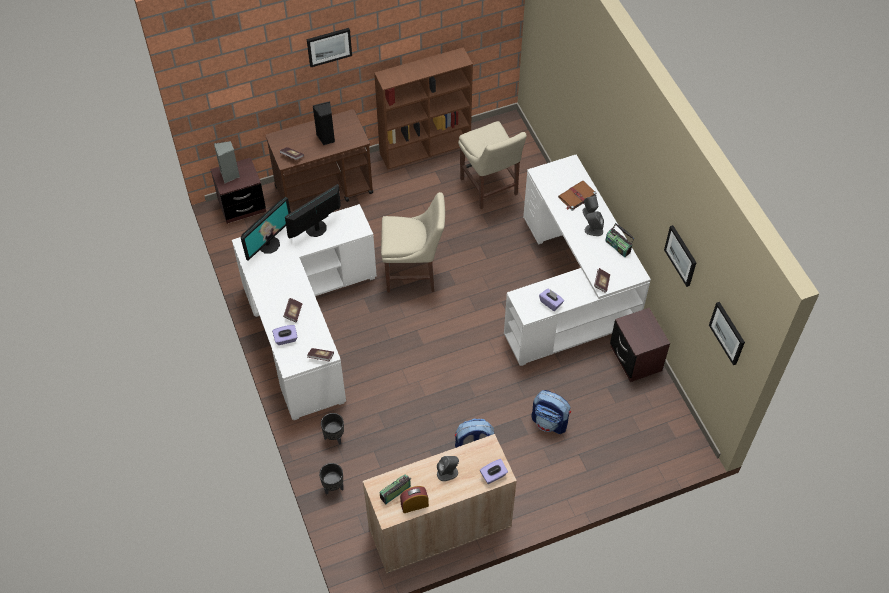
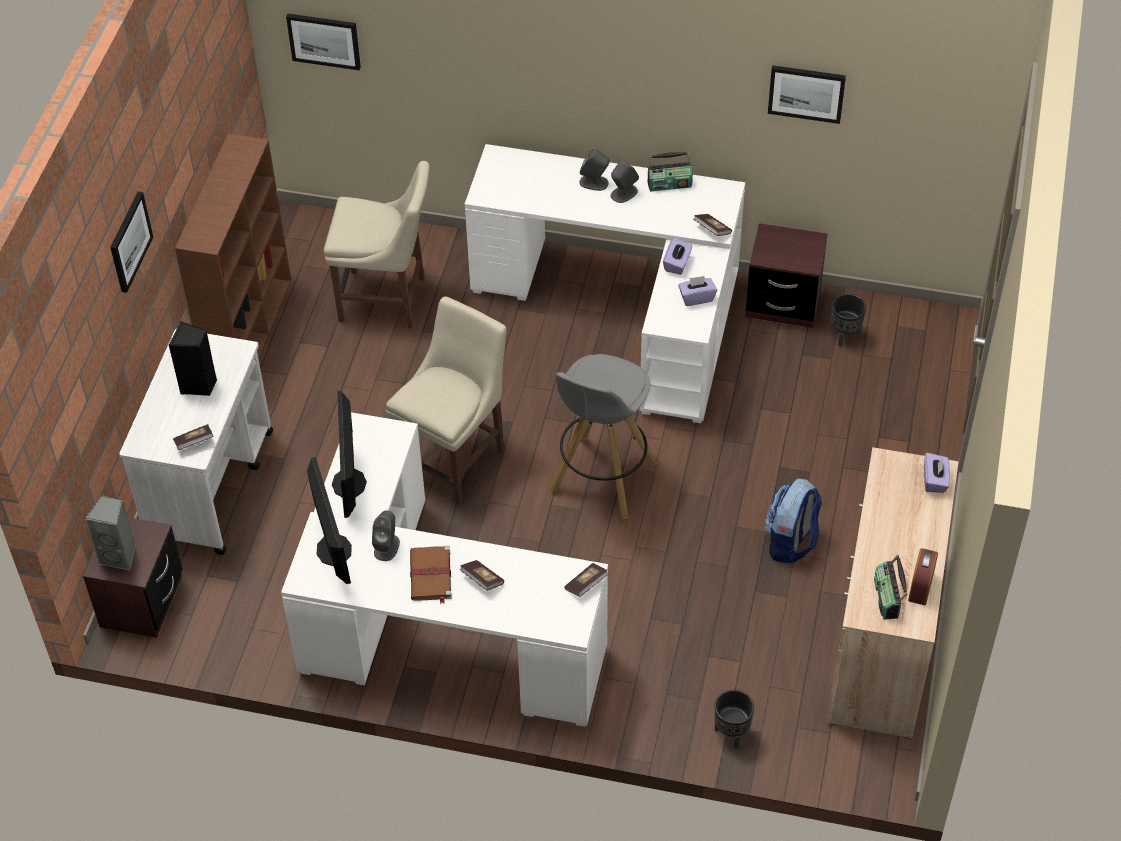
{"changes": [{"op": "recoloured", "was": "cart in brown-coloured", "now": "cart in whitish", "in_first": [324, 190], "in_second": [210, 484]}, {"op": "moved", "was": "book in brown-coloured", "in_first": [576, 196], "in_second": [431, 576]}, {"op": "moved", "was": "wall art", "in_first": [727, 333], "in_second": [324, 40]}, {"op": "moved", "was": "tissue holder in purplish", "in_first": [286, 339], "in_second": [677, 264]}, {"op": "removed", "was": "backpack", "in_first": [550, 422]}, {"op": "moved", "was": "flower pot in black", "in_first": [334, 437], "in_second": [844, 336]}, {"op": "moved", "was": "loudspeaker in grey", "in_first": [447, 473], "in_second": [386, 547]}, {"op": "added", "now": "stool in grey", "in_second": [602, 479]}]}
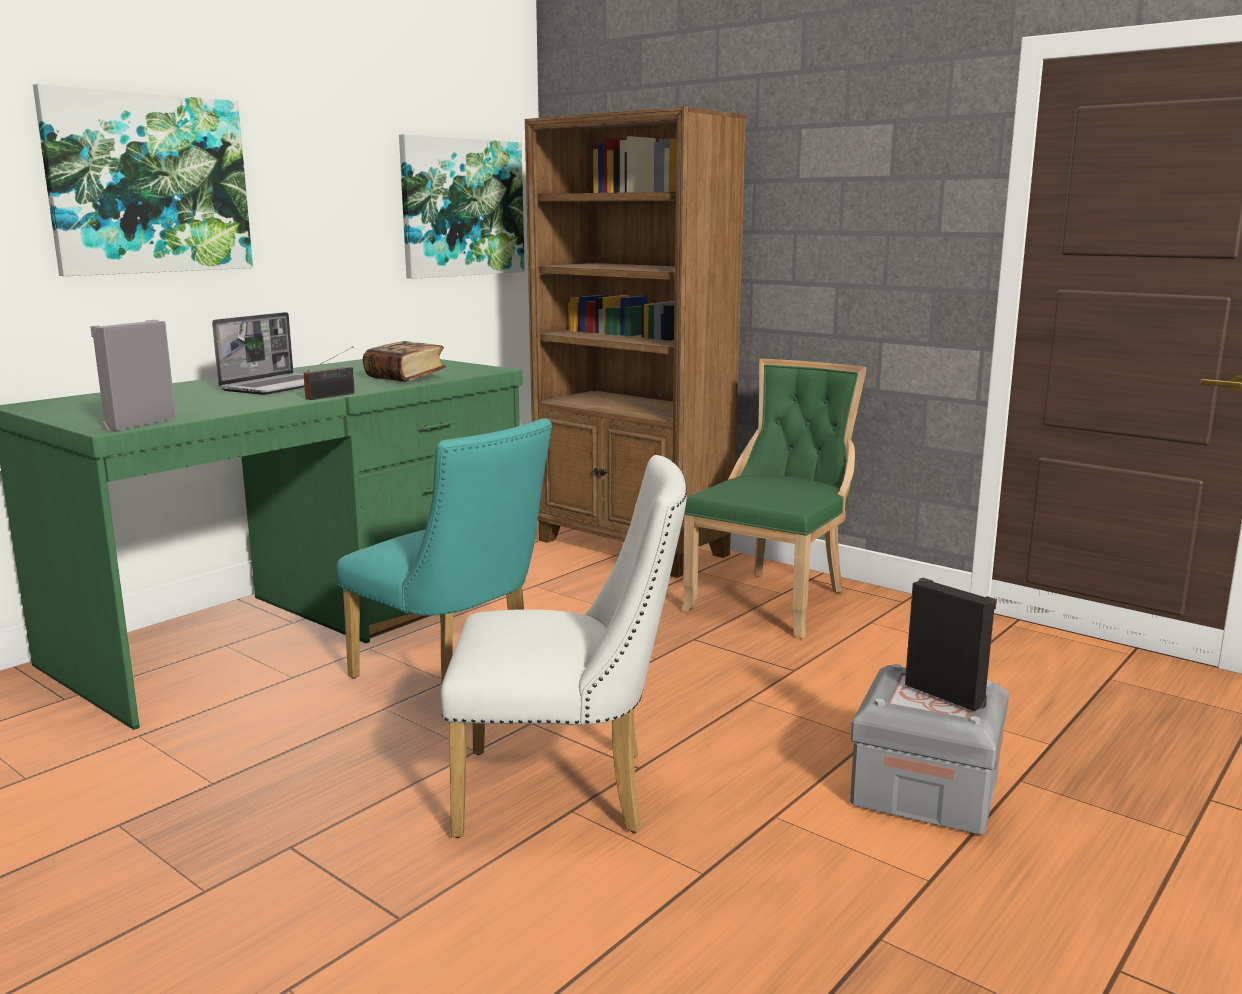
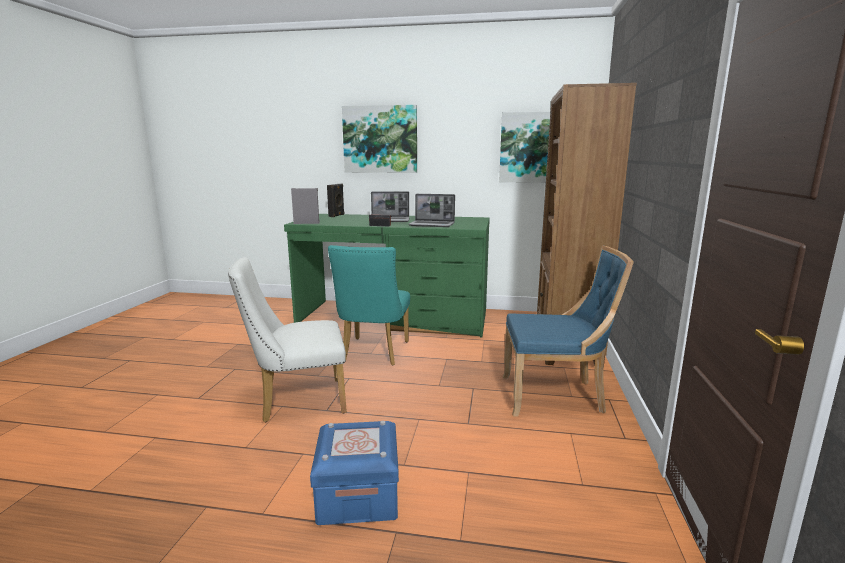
{"changes": [{"op": "replaced", "was": "book", "now": "portable computer", "in_first": [405, 378], "in_second": [432, 225]}, {"op": "recoloured", "was": "plain chair in green-coloured", "now": "plain chair in bluish", "in_first": [773, 600], "in_second": [556, 396]}, {"op": "turned", "was": "plain chair in whitish", "in_first": [569, 792], "in_second": [296, 401], "clockwise": 105}, {"op": "moved", "was": "loudspeaker in black", "in_first": [945, 694], "in_second": [337, 215]}, {"op": "recoloured", "was": "storage box in grey", "now": "storage box in bluish", "in_first": [925, 790], "in_second": [358, 495]}]}
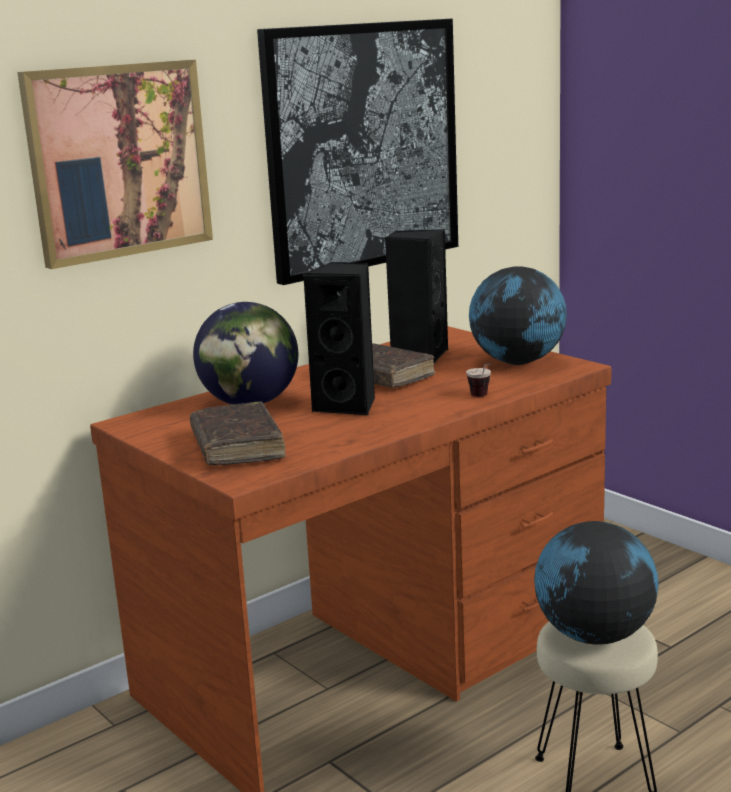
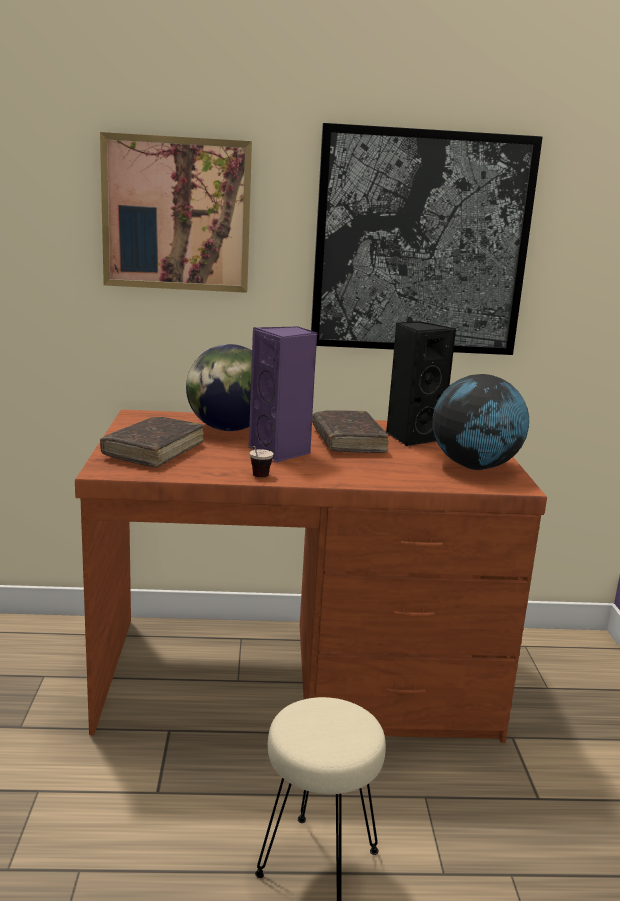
{"changes": [{"op": "recoloured", "was": "loudspeaker in black", "now": "loudspeaker in purplish", "in_first": [348, 405], "in_second": [281, 452]}, {"op": "moved", "was": "drinking cup", "in_first": [482, 397], "in_second": [256, 478]}, {"op": "removed", "was": "world globe", "in_first": [594, 635]}]}
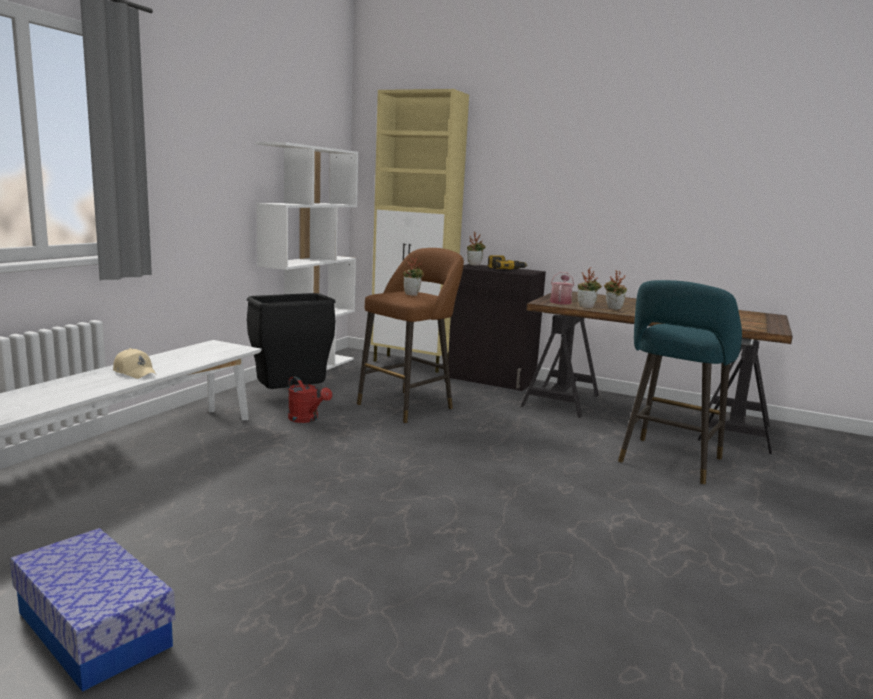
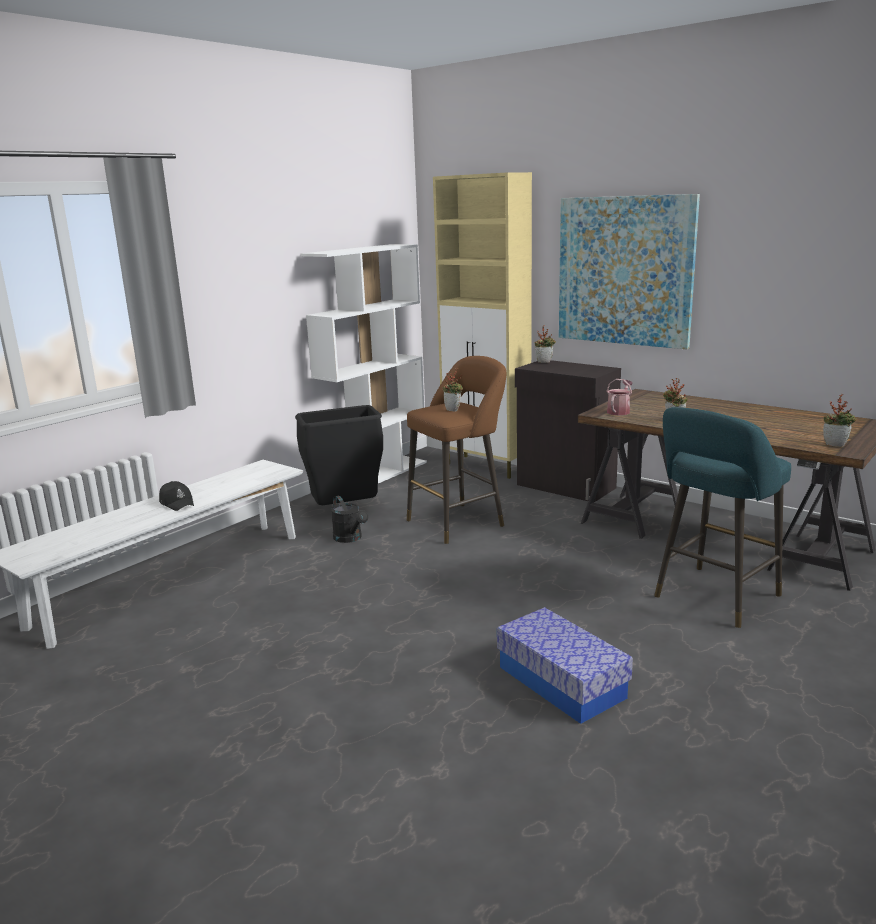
{"changes": [{"op": "removed", "was": "power drill", "in_first": [504, 269]}, {"op": "moved", "was": "houseplant", "in_first": [587, 307], "in_second": [836, 444]}, {"op": "recoloured", "was": "peaked cap in sand-coloured", "now": "peaked cap in black", "in_first": [135, 372], "in_second": [177, 503]}, {"op": "recoloured", "was": "watering can in red-coloured", "now": "watering can in black", "in_first": [307, 419], "in_second": [350, 538]}, {"op": "moved", "was": "storage box", "in_first": [94, 629], "in_second": [561, 682]}, {"op": "added", "now": "wall art", "in_second": [624, 271]}]}
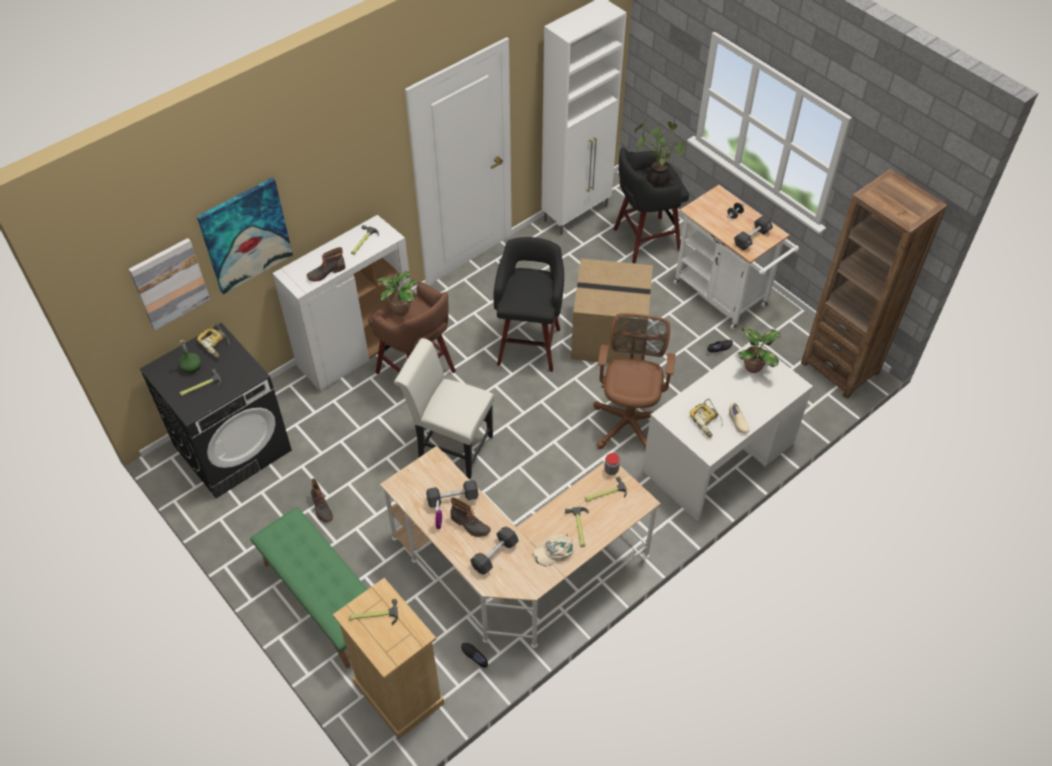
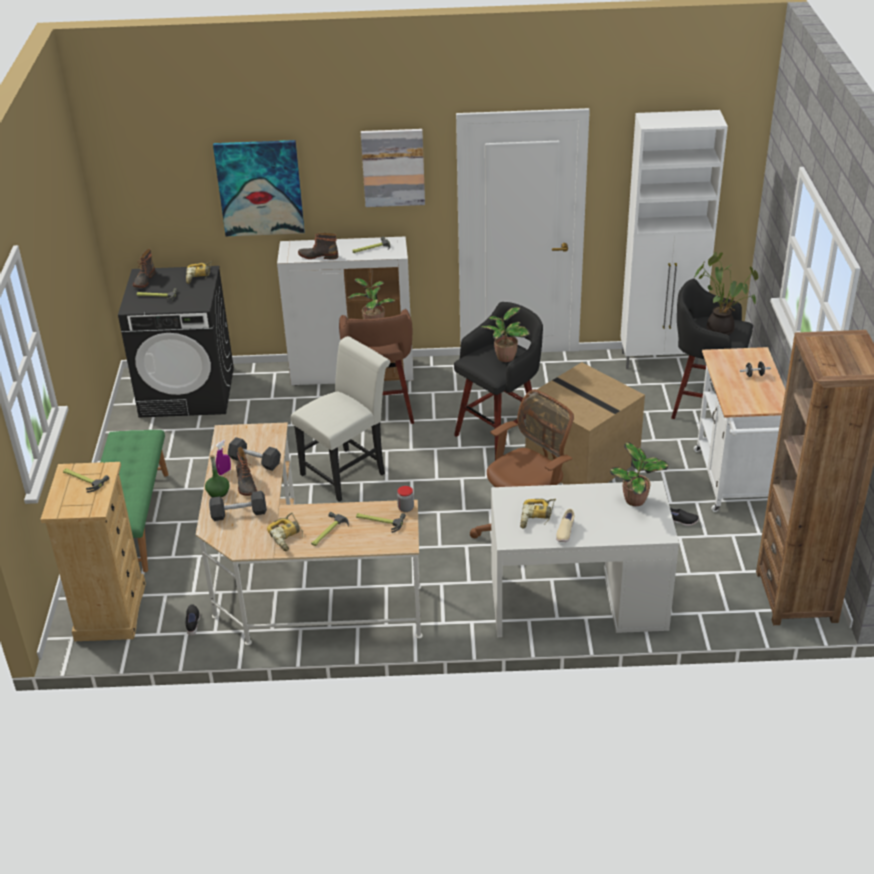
{"changes": [{"op": "removed", "was": "free weight in black", "in_first": [752, 238]}, {"op": "moved", "was": "wall art", "in_first": [169, 283], "in_second": [393, 167]}, {"op": "turned", "was": "plain chair in whitish", "in_first": [450, 446], "in_second": [347, 471], "clockwise": 75}, {"op": "moved", "was": "beverage bottle in green-coloured", "in_first": [191, 367], "in_second": [218, 492]}, {"op": "moved", "was": "boot", "in_first": [321, 508], "in_second": [144, 280]}, {"op": "replaced", "was": "peaked cap in sand-coloured", "now": "power drill", "in_first": [554, 551], "in_second": [288, 536]}, {"op": "added", "now": "houseplant", "in_second": [504, 358]}]}
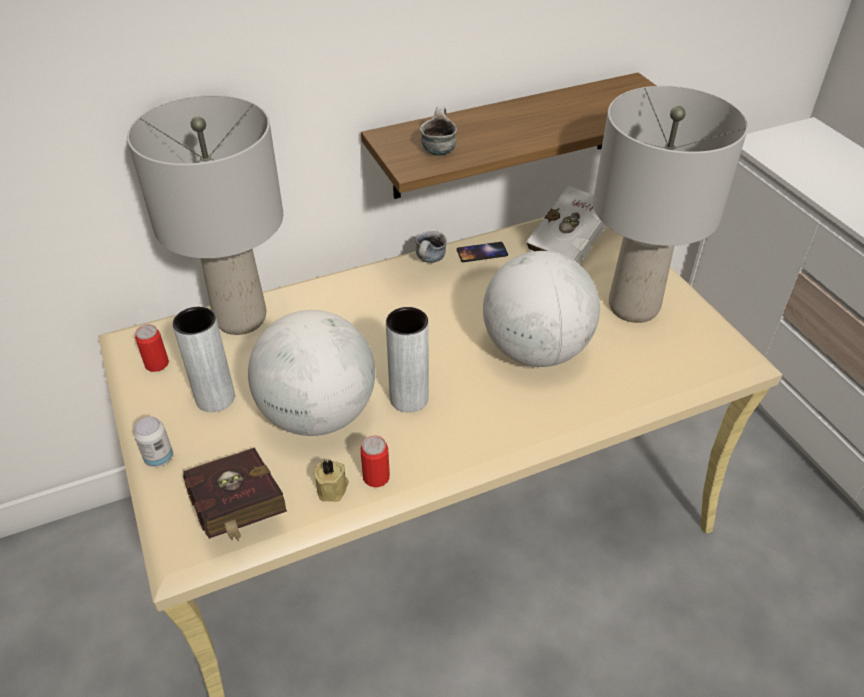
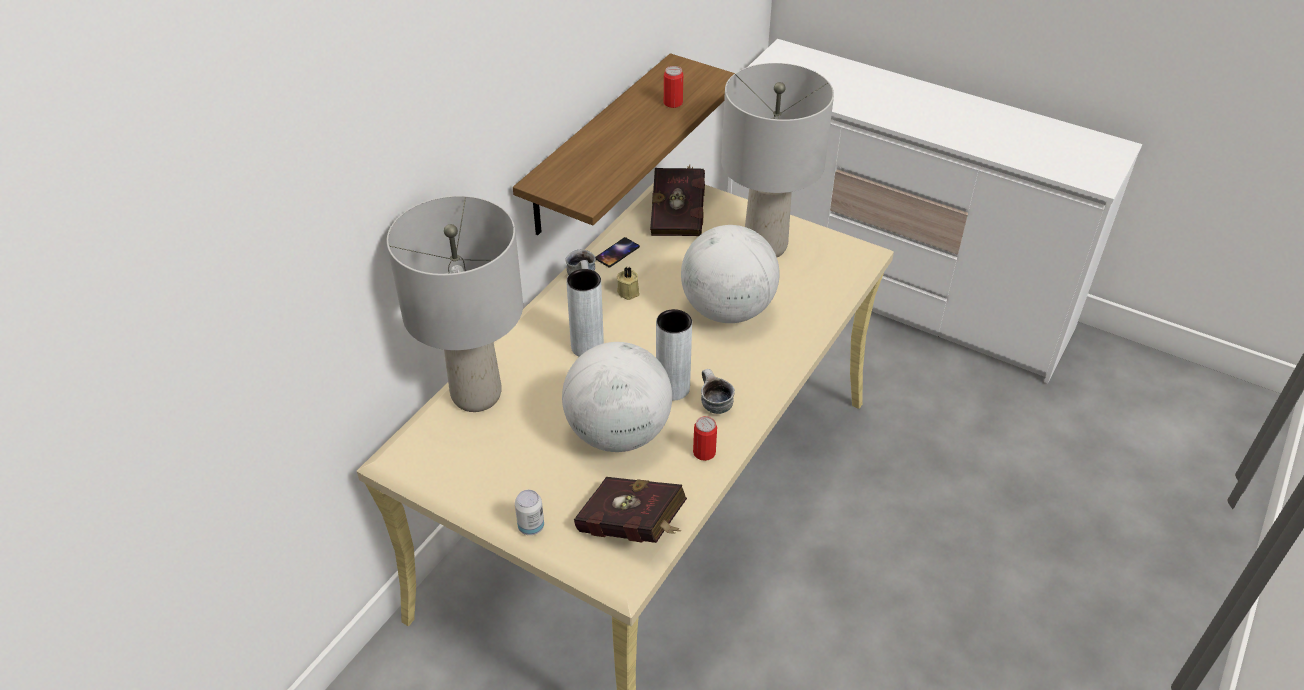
{"changes": [{"op": "moved", "was": "coffee mug", "in_first": [437, 148], "in_second": [713, 404]}, {"op": "recoloured", "was": "book in whitish", "now": "book in red-coloured", "in_first": [572, 244], "in_second": [678, 216]}, {"op": "moved", "was": "flower vase in grey", "in_first": [215, 398], "in_second": [587, 347]}, {"op": "moved", "was": "sealed can", "in_first": [157, 364], "in_second": [673, 103]}, {"op": "moved", "was": "wax light in sand-coloured", "in_first": [333, 488], "in_second": [628, 291]}]}
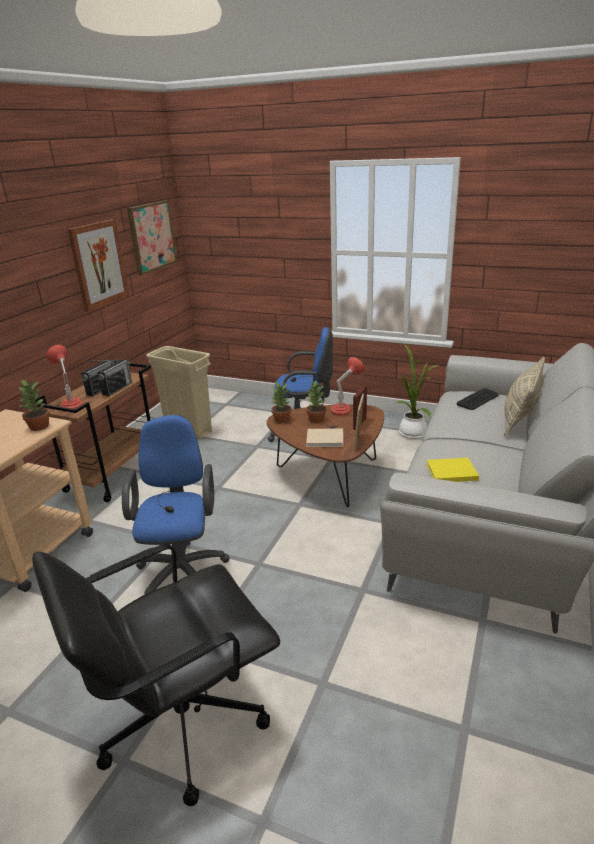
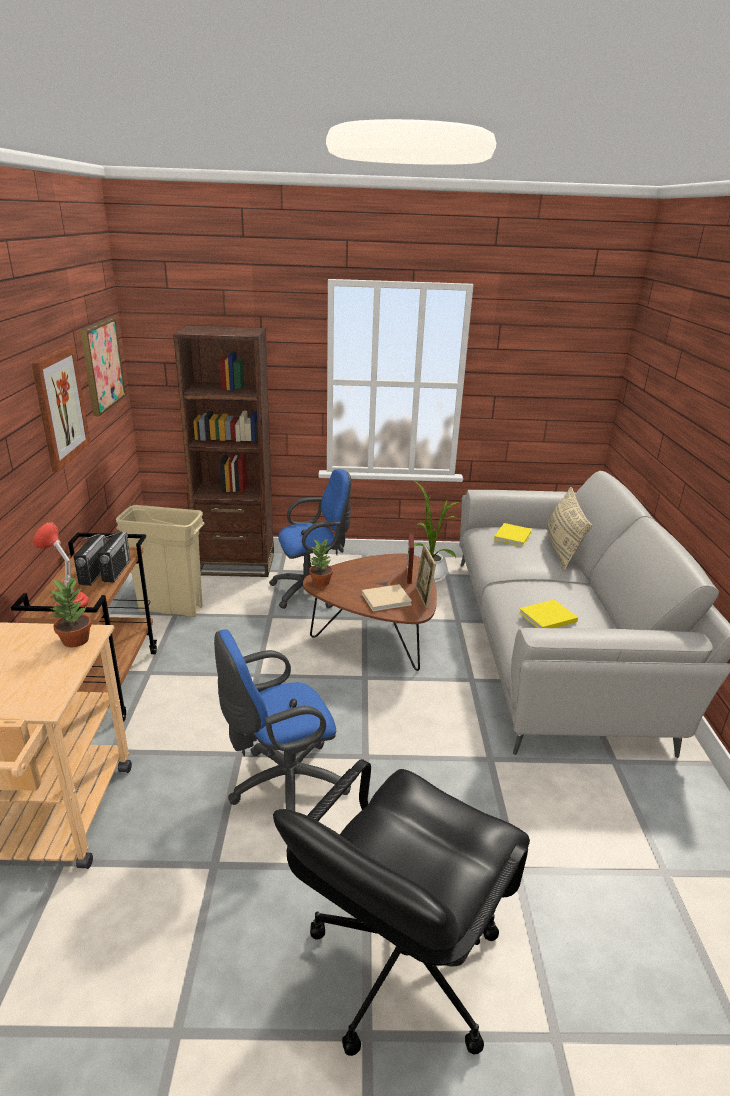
{"changes": [{"op": "removed", "was": "tabletop lamp in red-coloured", "in_first": [345, 410]}, {"op": "removed", "was": "houseplant", "in_first": [316, 419]}, {"op": "replaced", "was": "keyboard", "now": "book in yellow-coloured", "in_first": [478, 400], "in_second": [513, 535]}, {"op": "turned", "was": "computer chair in bluish", "in_first": [183, 570], "in_second": [282, 785], "clockwise": -90}, {"op": "added", "now": "bookcase in brown-coloured", "in_second": [236, 564]}]}
